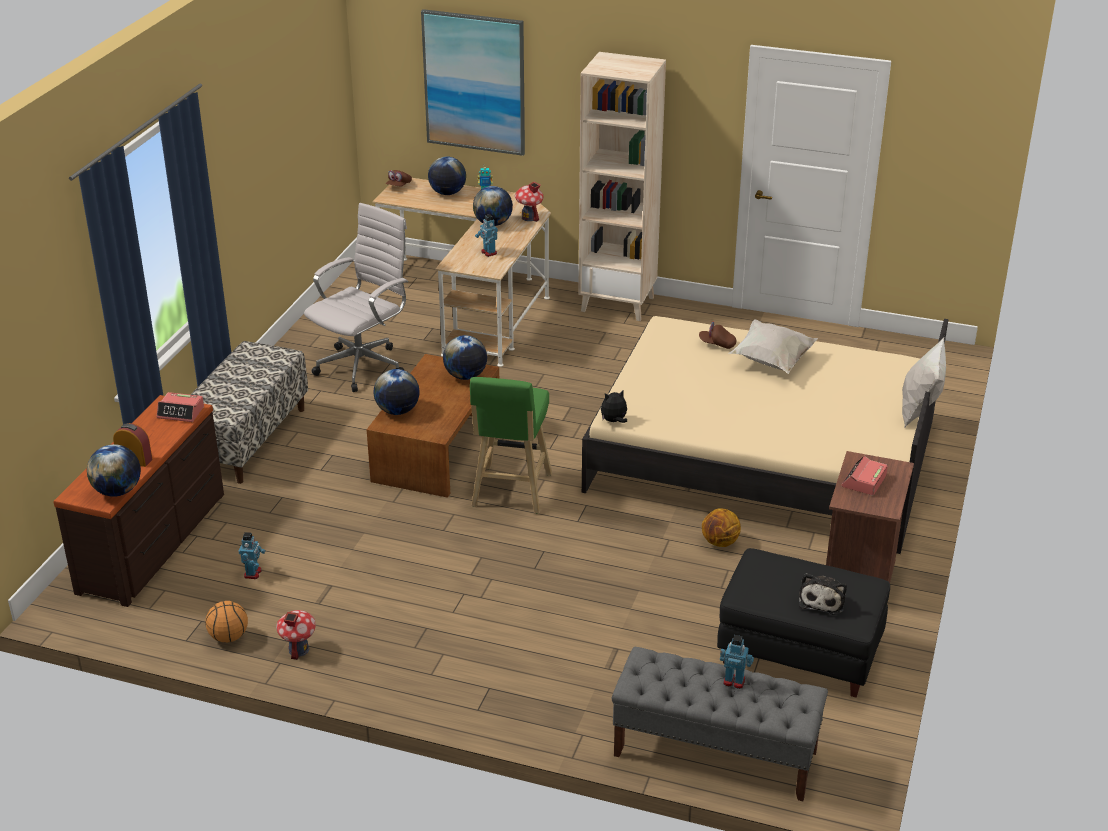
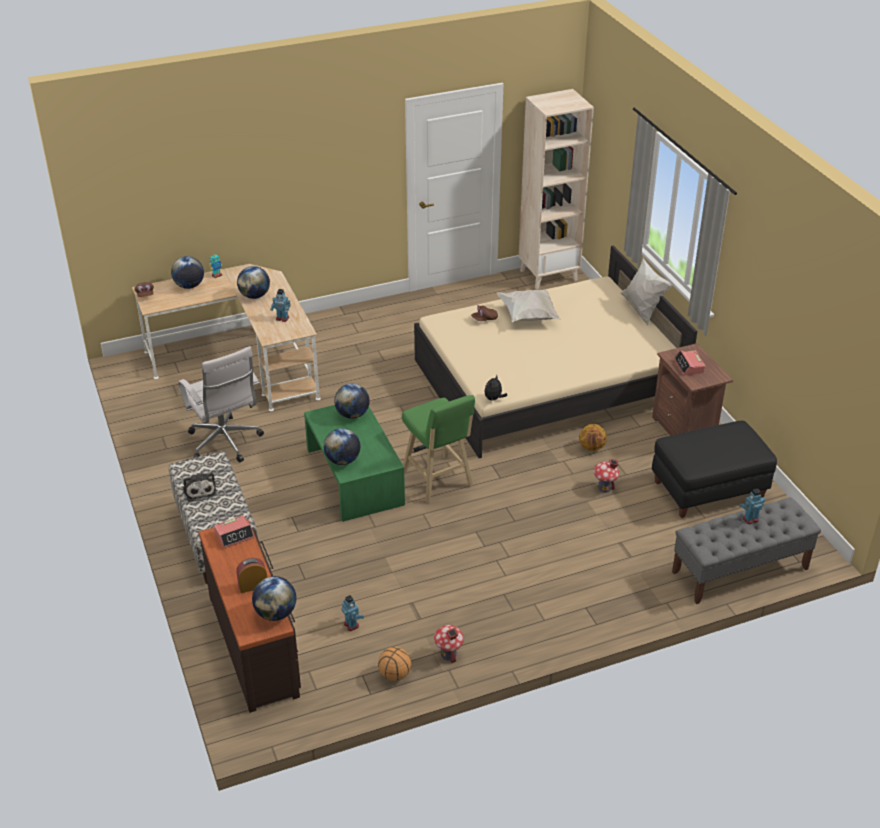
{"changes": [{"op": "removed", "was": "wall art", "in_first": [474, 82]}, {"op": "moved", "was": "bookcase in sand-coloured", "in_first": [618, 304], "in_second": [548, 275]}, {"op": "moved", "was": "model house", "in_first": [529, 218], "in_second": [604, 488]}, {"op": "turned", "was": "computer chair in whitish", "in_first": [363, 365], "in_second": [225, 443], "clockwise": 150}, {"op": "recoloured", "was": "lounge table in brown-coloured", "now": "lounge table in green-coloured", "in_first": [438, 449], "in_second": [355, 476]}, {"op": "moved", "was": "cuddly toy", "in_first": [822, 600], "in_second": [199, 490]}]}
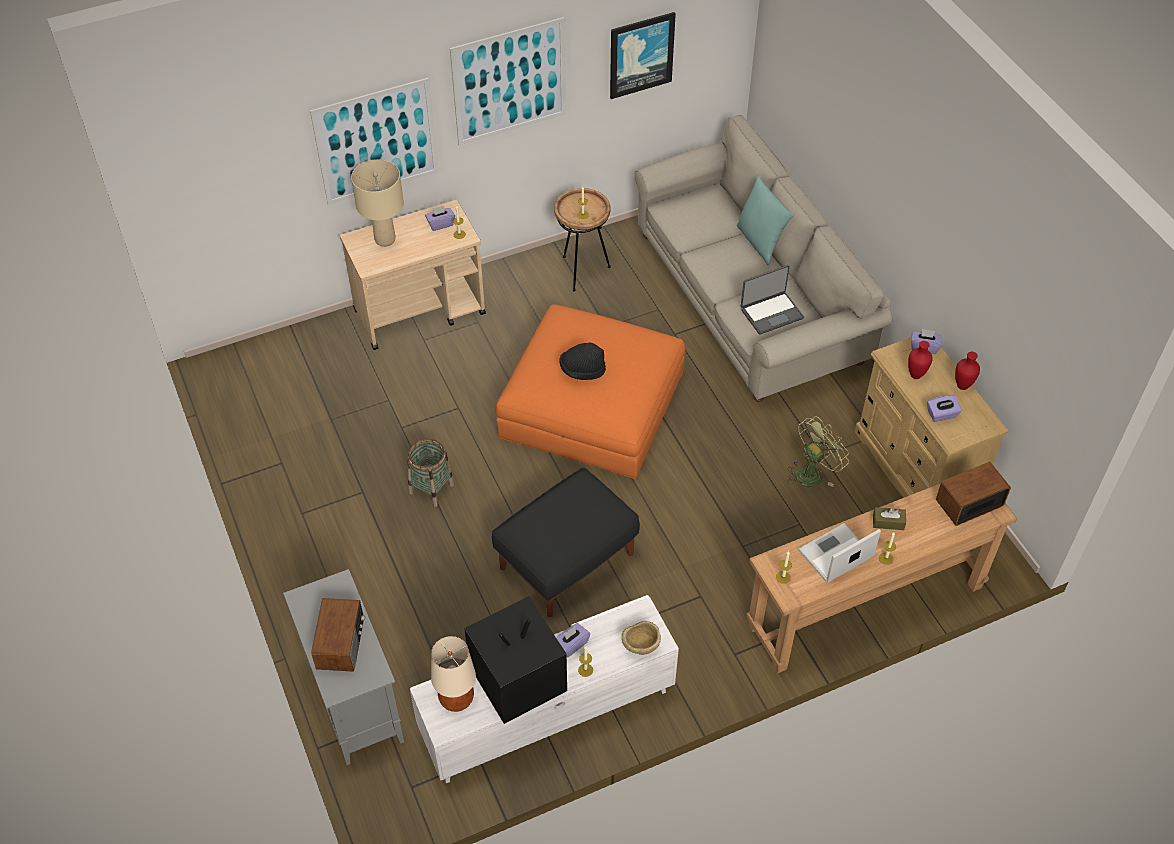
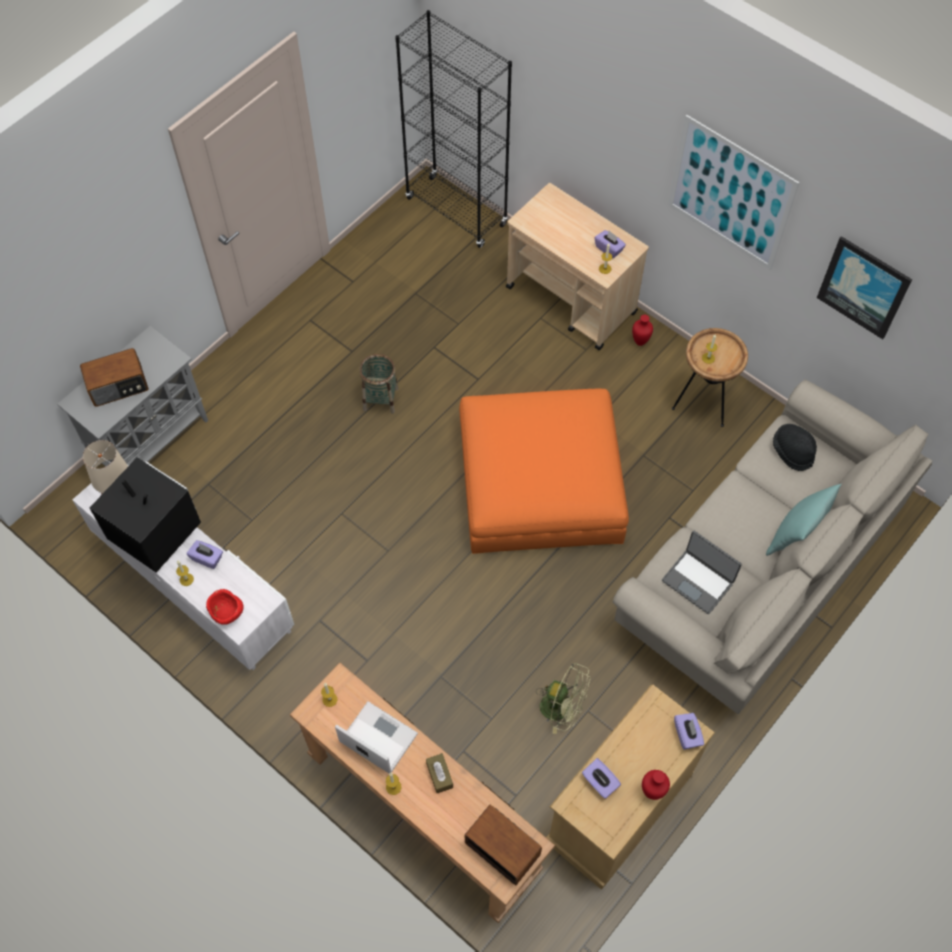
{"changes": [{"op": "removed", "was": "wall art", "in_first": [376, 142]}, {"op": "removed", "was": "tabletop lamp in sand-coloured", "in_first": [385, 240]}, {"op": "moved", "was": "flower vase in red-coloured", "in_first": [916, 374], "in_second": [640, 342]}, {"op": "moved", "was": "clothing hat in black", "in_first": [582, 370], "in_second": [792, 451]}, {"op": "removed", "was": "pouffe in black", "in_first": [567, 560]}, {"op": "recoloured", "was": "deep dish in sand-coloured", "now": "deep dish in red-coloured", "in_first": [640, 647], "in_second": [227, 613]}, {"op": "added", "now": "bookcase in black", "in_second": [456, 212]}]}
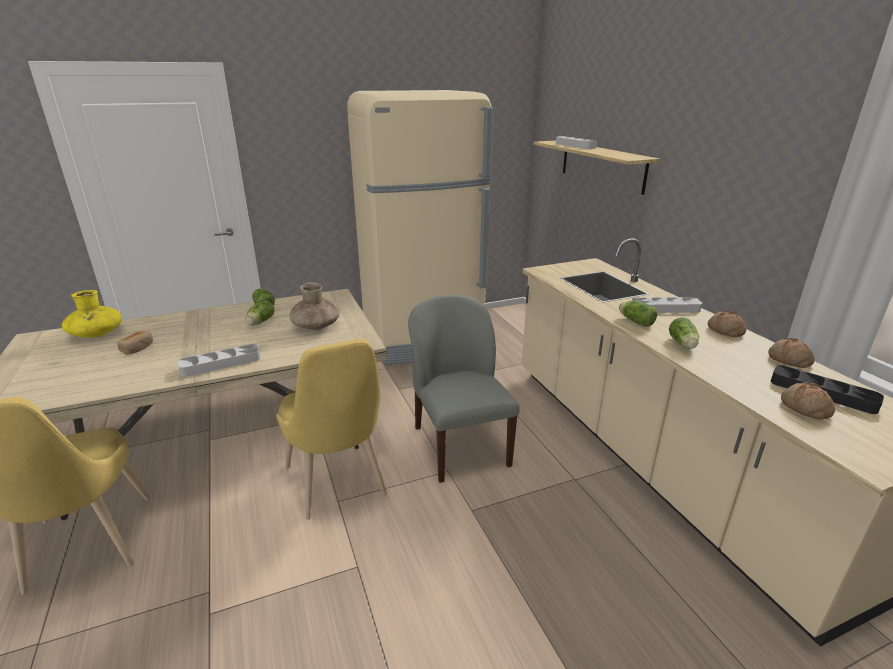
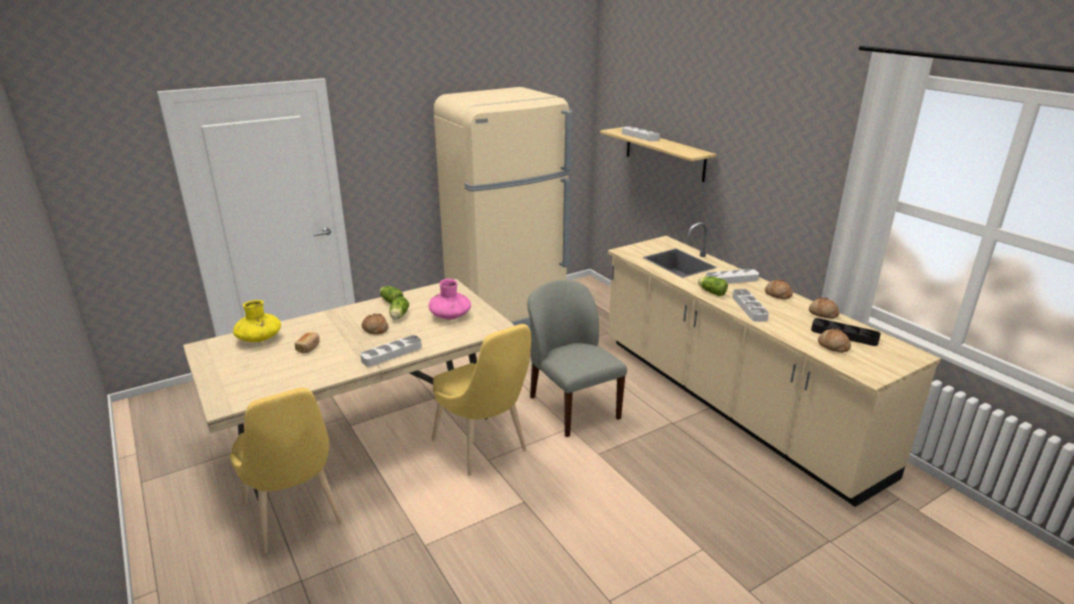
{"changes": [{"op": "recoloured", "was": "flower vase in brown-coloured", "now": "flower vase in pinkish", "in_first": [316, 326], "in_second": [450, 315]}, {"op": "replaced", "was": "lettuce", "now": "serving tray in grey", "in_first": [683, 344], "in_second": [749, 308]}, {"op": "added", "now": "baked bread", "in_second": [375, 329]}]}
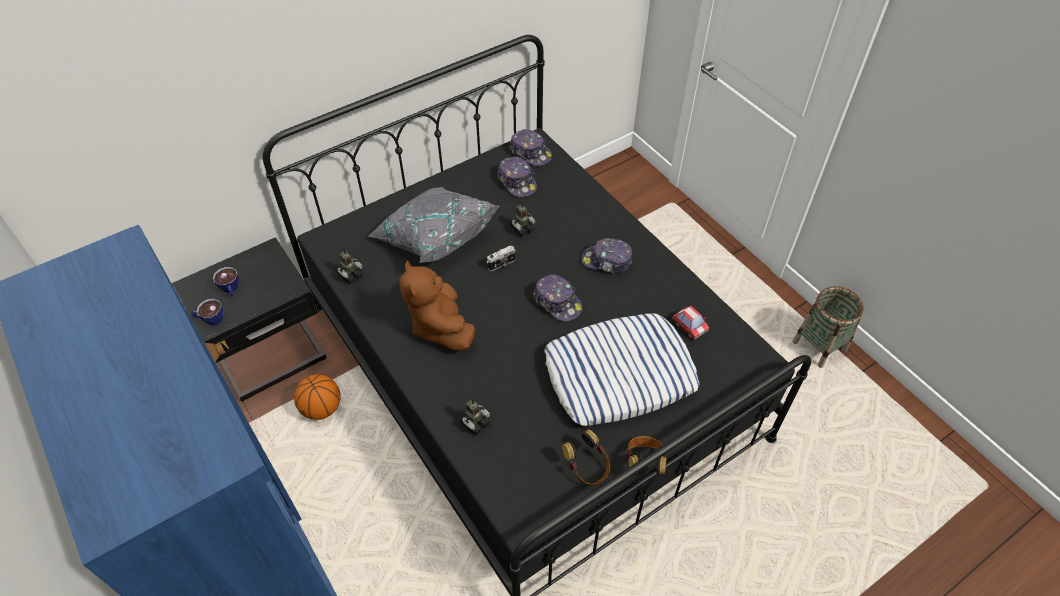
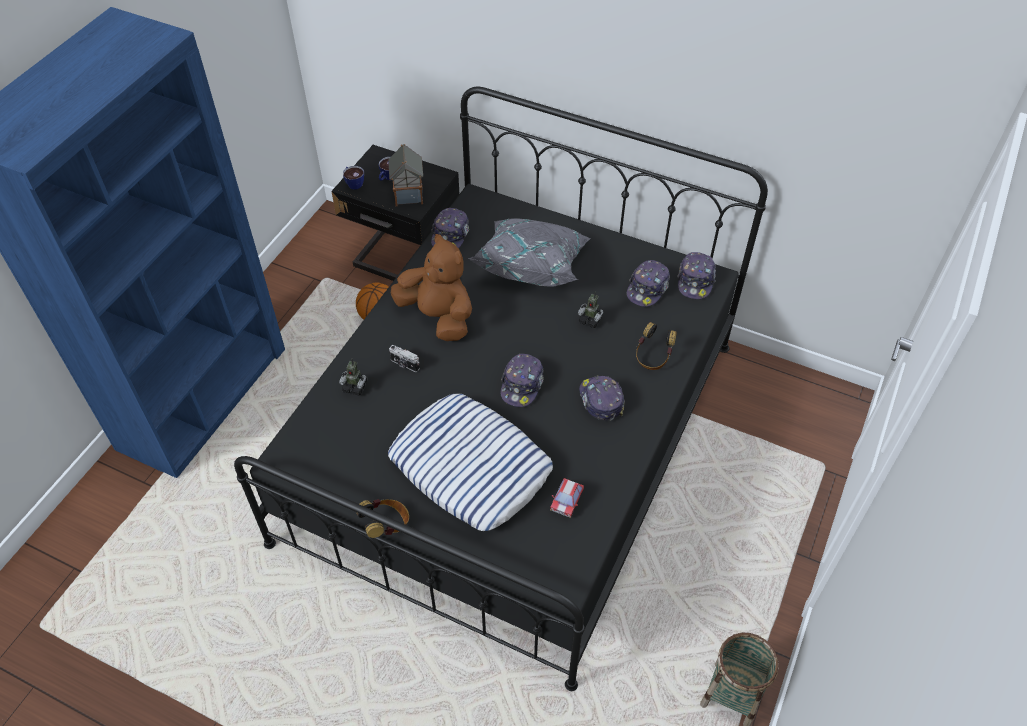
{"changes": [{"op": "moved", "was": "photo camera", "in_first": [502, 264], "in_second": [404, 365]}, {"op": "replaced", "was": "model robot", "now": "peaked cap", "in_first": [351, 275], "in_second": [450, 235]}, {"op": "turned", "was": "cuddly toy in brown-coloured", "in_first": [440, 326], "in_second": [438, 316], "clockwise": 90}, {"op": "moved", "was": "headphones", "in_first": [587, 468], "in_second": [653, 357]}, {"op": "added", "now": "model house", "in_second": [408, 195]}]}
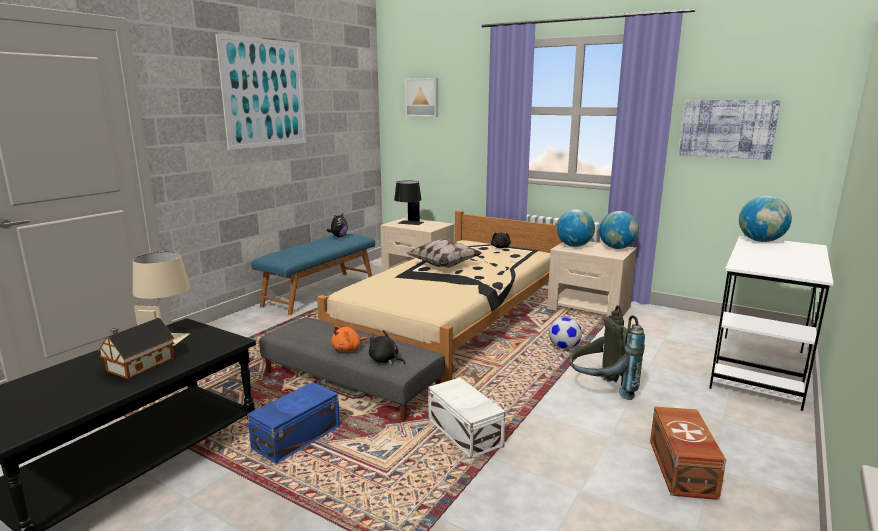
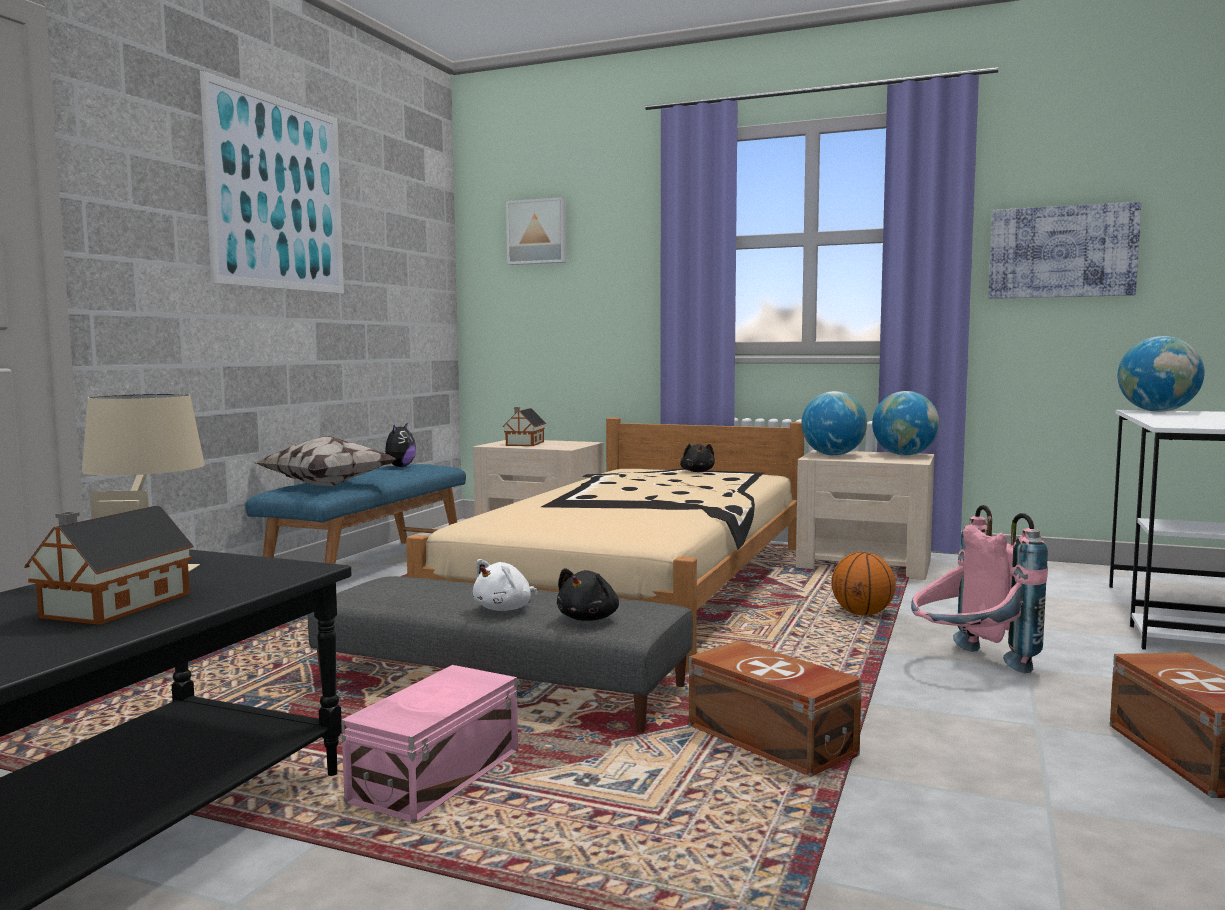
{"changes": [{"op": "replaced", "was": "tabletop lamp in black", "now": "model house", "in_first": [409, 223], "in_second": [524, 444]}, {"op": "moved", "was": "cushion", "in_first": [444, 265], "in_second": [327, 484]}, {"op": "recoloured", "was": "backpack in grey", "now": "backpack in pinkish", "in_first": [600, 391], "in_second": [969, 665]}, {"op": "replaced", "was": "football", "now": "basketball ball", "in_first": [564, 347], "in_second": [862, 614]}, {"op": "recoloured", "was": "cuddly toy in orange", "now": "cuddly toy in whitish", "in_first": [348, 349], "in_second": [505, 609]}, {"op": "turned", "was": "cuddly toy in black", "in_first": [385, 360], "in_second": [589, 618], "clockwise": -90}, {"op": "recoloured", "was": "storage box in whitish", "now": "storage box in brown-coloured", "in_first": [464, 434], "in_second": [771, 742]}, {"op": "recoloured", "was": "storage box in bluish", "now": "storage box in pinkish", "in_first": [295, 438], "in_second": [432, 778]}]}
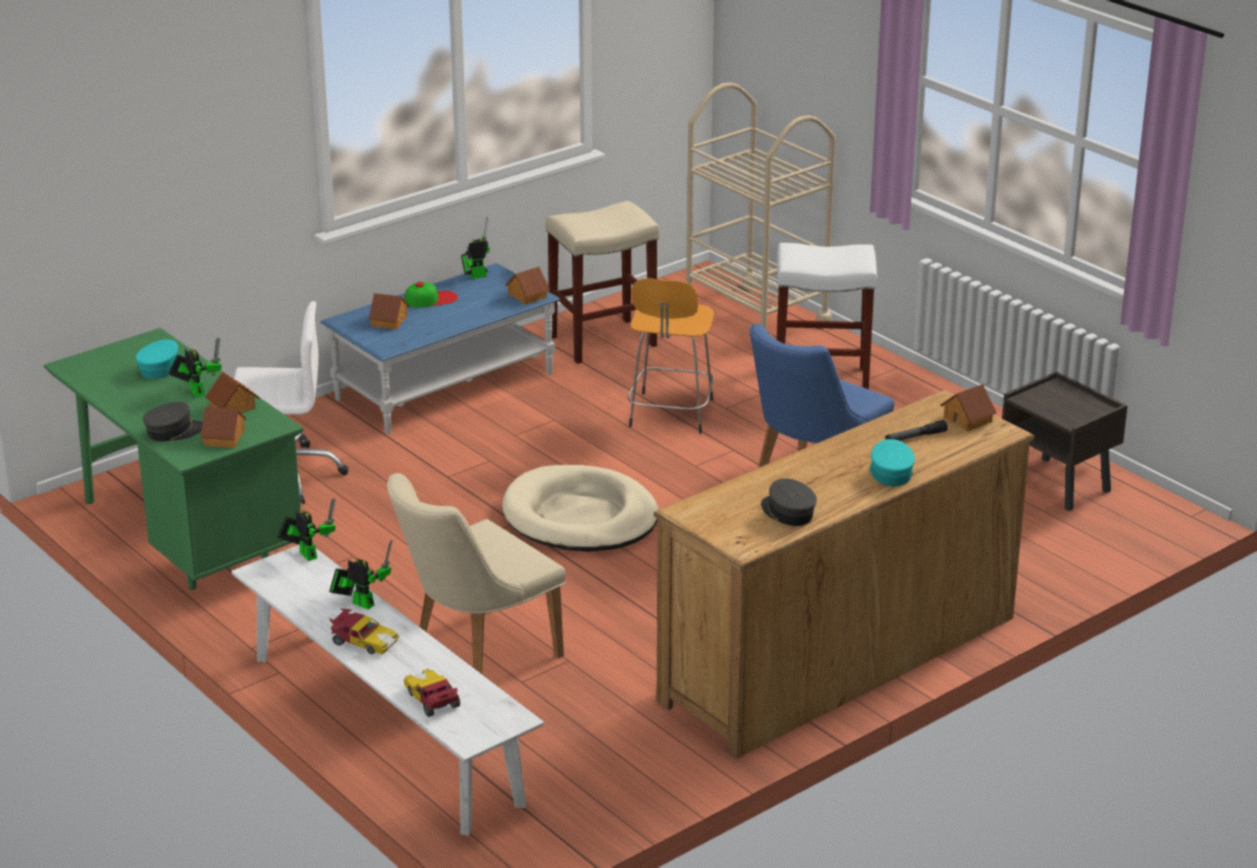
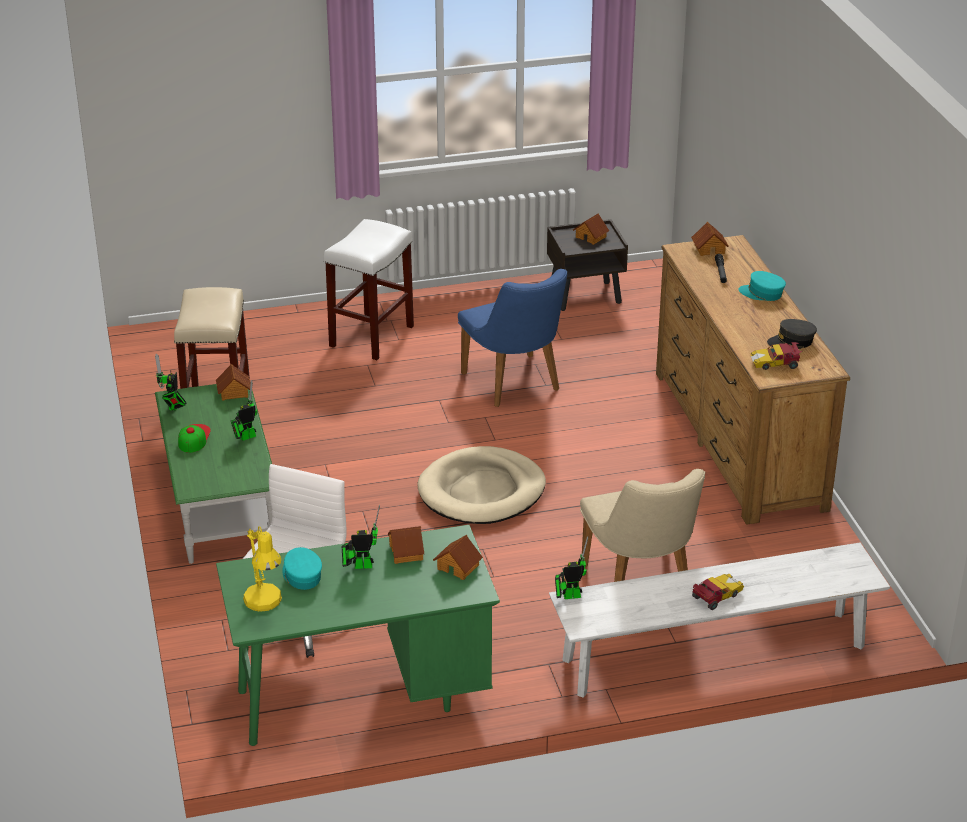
{"changes": [{"op": "removed", "was": "cart in sand-coloured", "in_first": [756, 317]}, {"op": "recoloured", "was": "lounge table in bluish", "now": "lounge table in green-coloured", "in_first": [444, 386], "in_second": [220, 502]}, {"op": "removed", "was": "stool in orange", "in_first": [670, 415]}, {"op": "moved", "was": "model house", "in_first": [389, 321], "in_second": [591, 237]}, {"op": "removed", "was": "peaked cap in grey", "in_first": [174, 431]}, {"op": "moved", "was": "model robot", "in_first": [360, 603], "in_second": [245, 437]}, {"op": "moved", "was": "model car", "in_first": [432, 700], "in_second": [776, 363]}, {"op": "added", "now": "tabletop lamp in yellow-coloured", "in_second": [265, 604]}]}
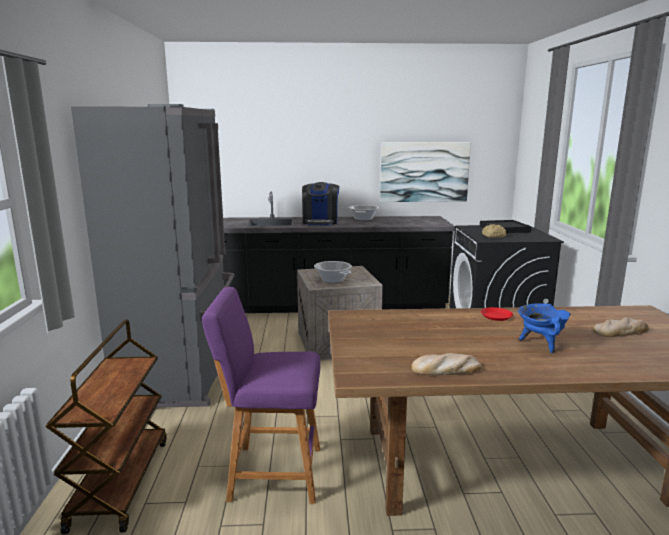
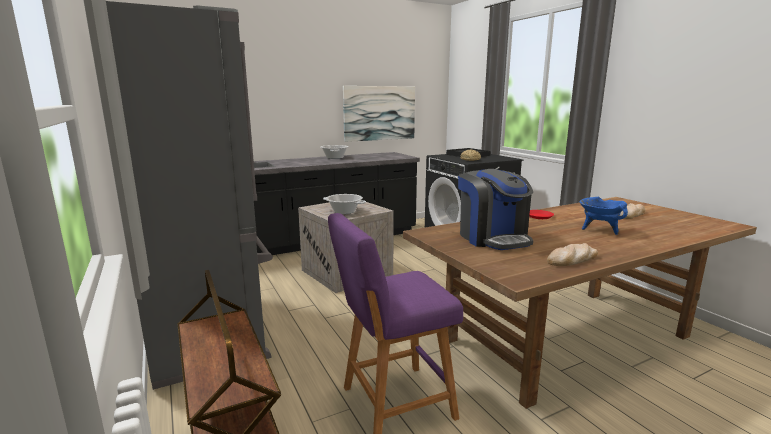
{"changes": [{"op": "moved", "was": "coffee machine", "in_first": [320, 222], "in_second": [493, 238]}]}
